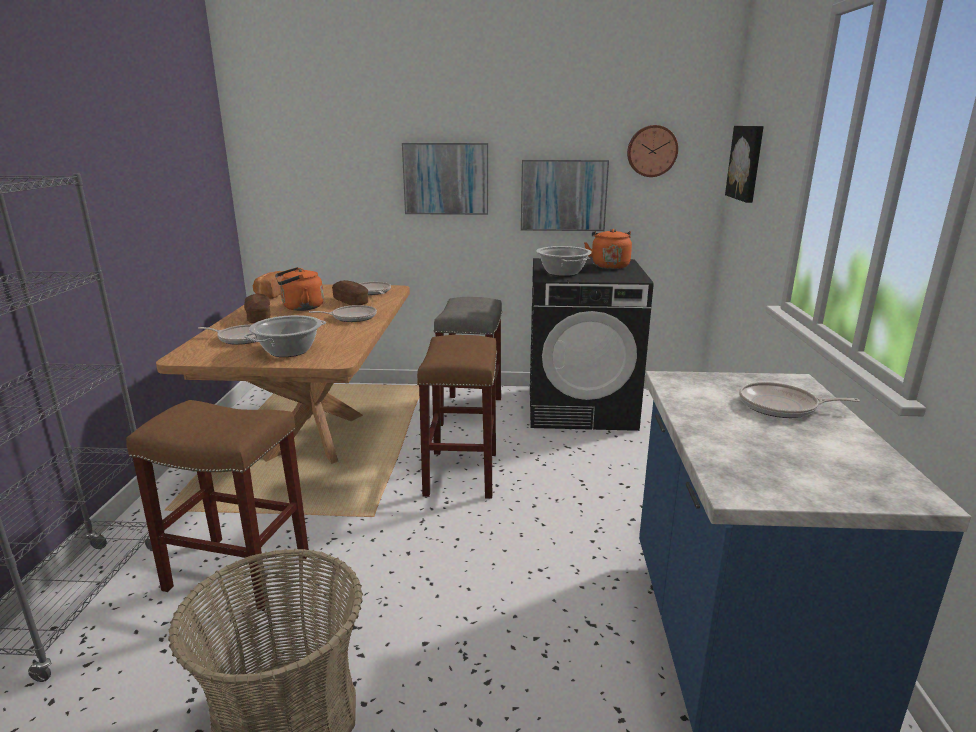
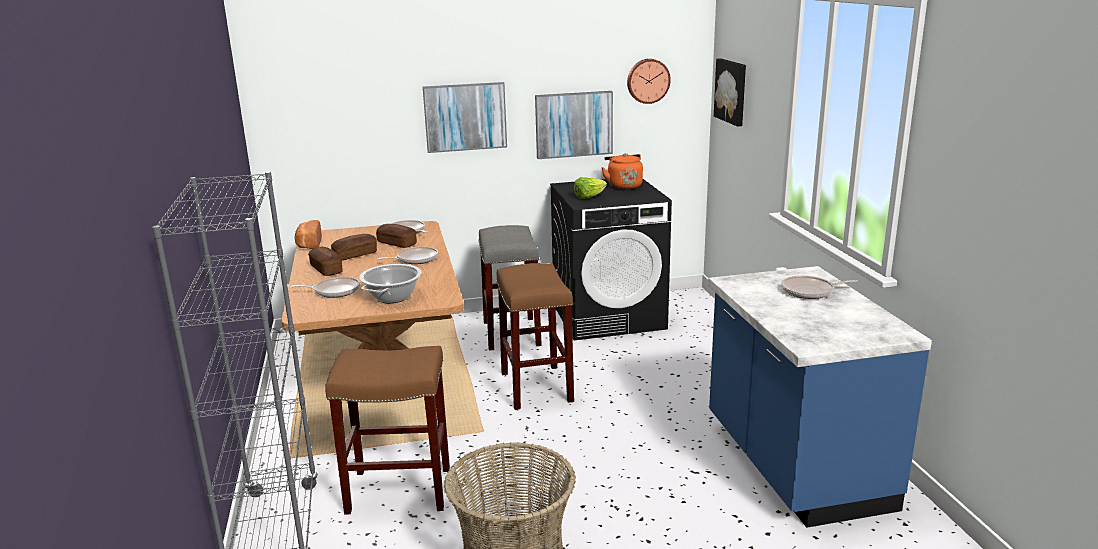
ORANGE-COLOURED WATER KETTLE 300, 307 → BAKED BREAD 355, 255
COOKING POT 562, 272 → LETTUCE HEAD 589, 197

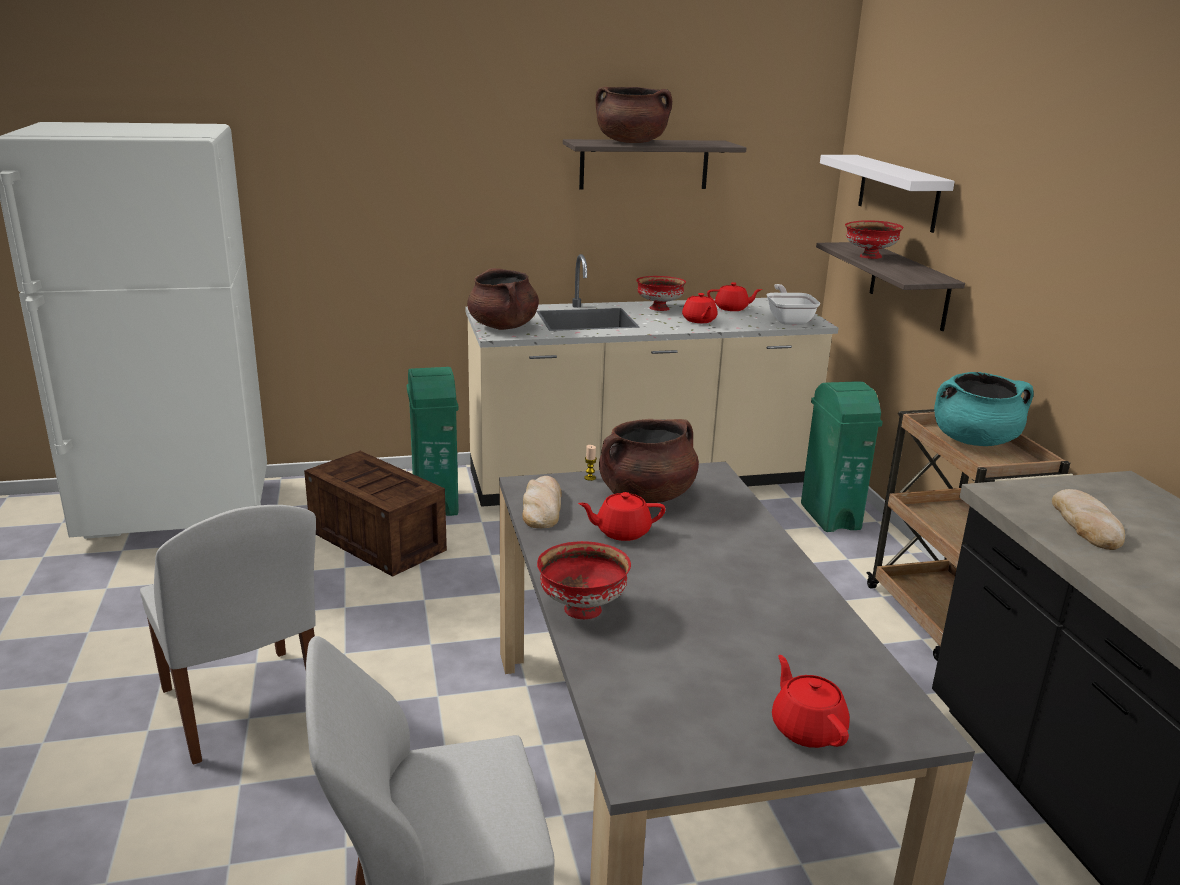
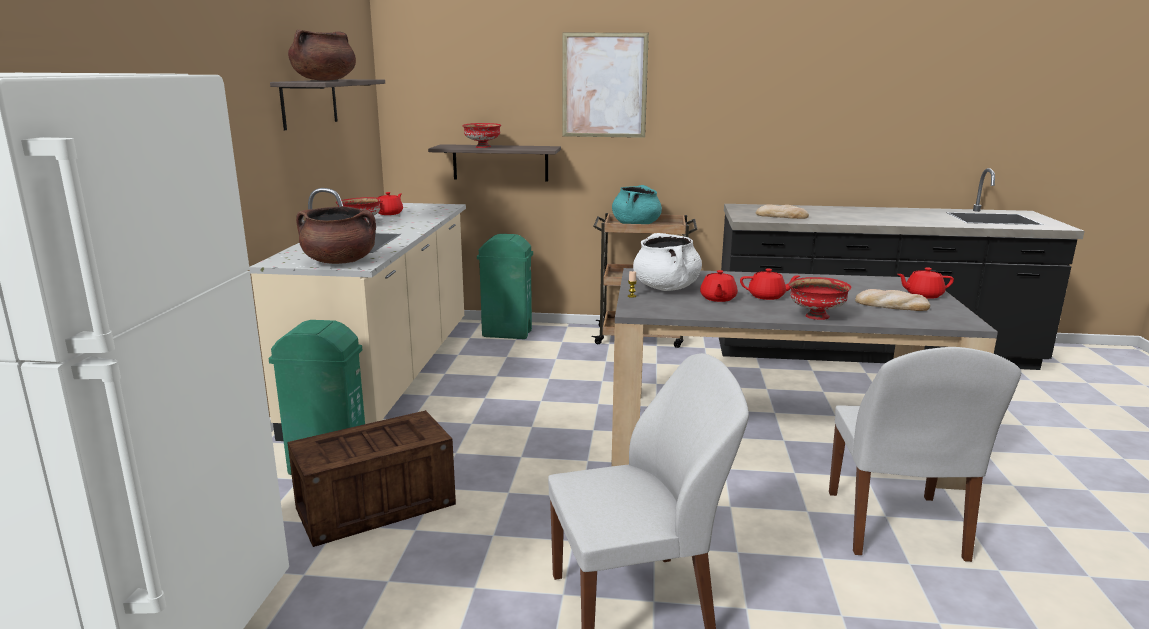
- → PICTURE 604, 85
BROWN COOKING POT 646, 495 → WHITE-COLOURED COOKING POT 666, 288
REDDISH TEAPOT 699, 320 → REDDISH TEAPOT 767, 296, shifted
BAKED BREAD 541, 507 → BAKED BREAD 891, 305, shifted
SKILLET 789, 320 → -
WHITE-COLOURED BRACKET SHELF 898, 192 → -

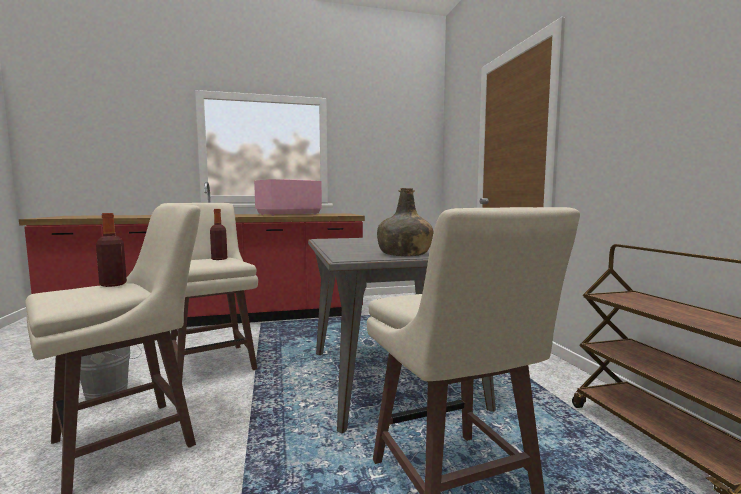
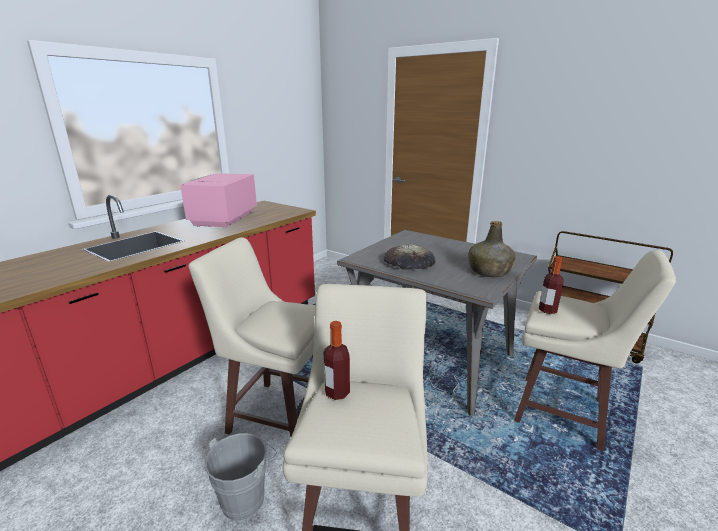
- → BAKED BREAD 409, 262
DRINK BOTTLE 219, 259 → DRINK BOTTLE 547, 310, shifted

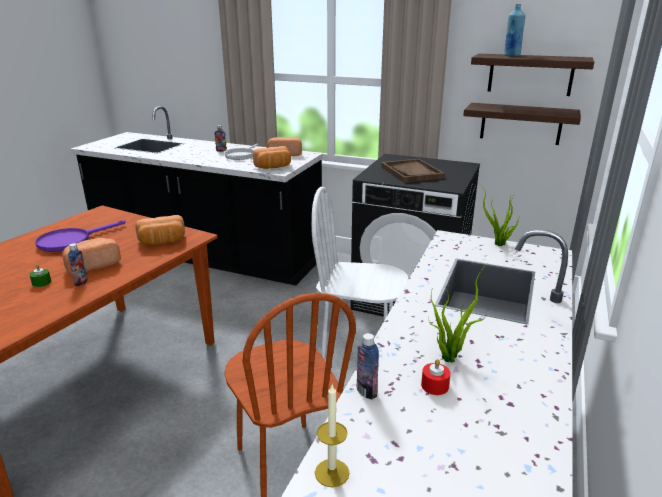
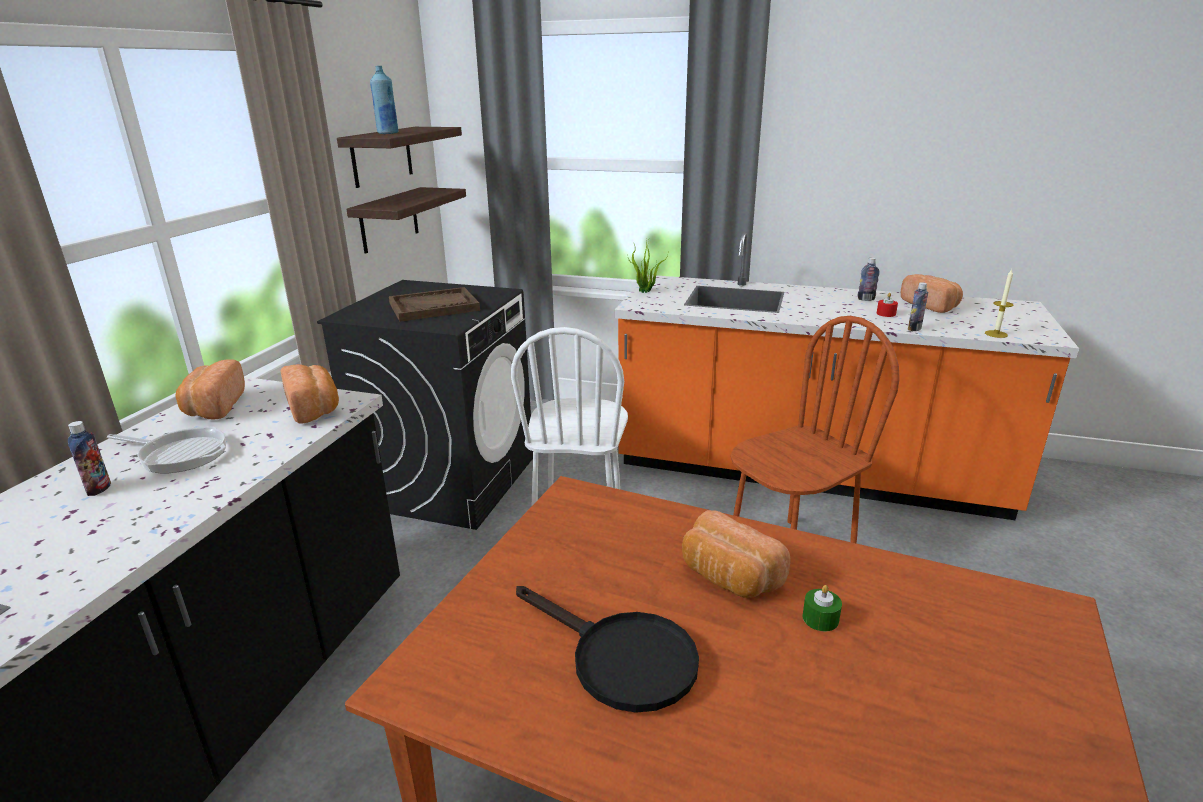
PURPLE SKILLET 71, 241 → BLACK-COLOURED SKILLET 620, 658
DRINK BOTTLE 81, 282 → DRINK BOTTLE 866, 299, shifted
BAKED BREAD 162, 242 → BAKED BREAD 931, 306, shifted
PLANT IN A POT 448, 356 → -

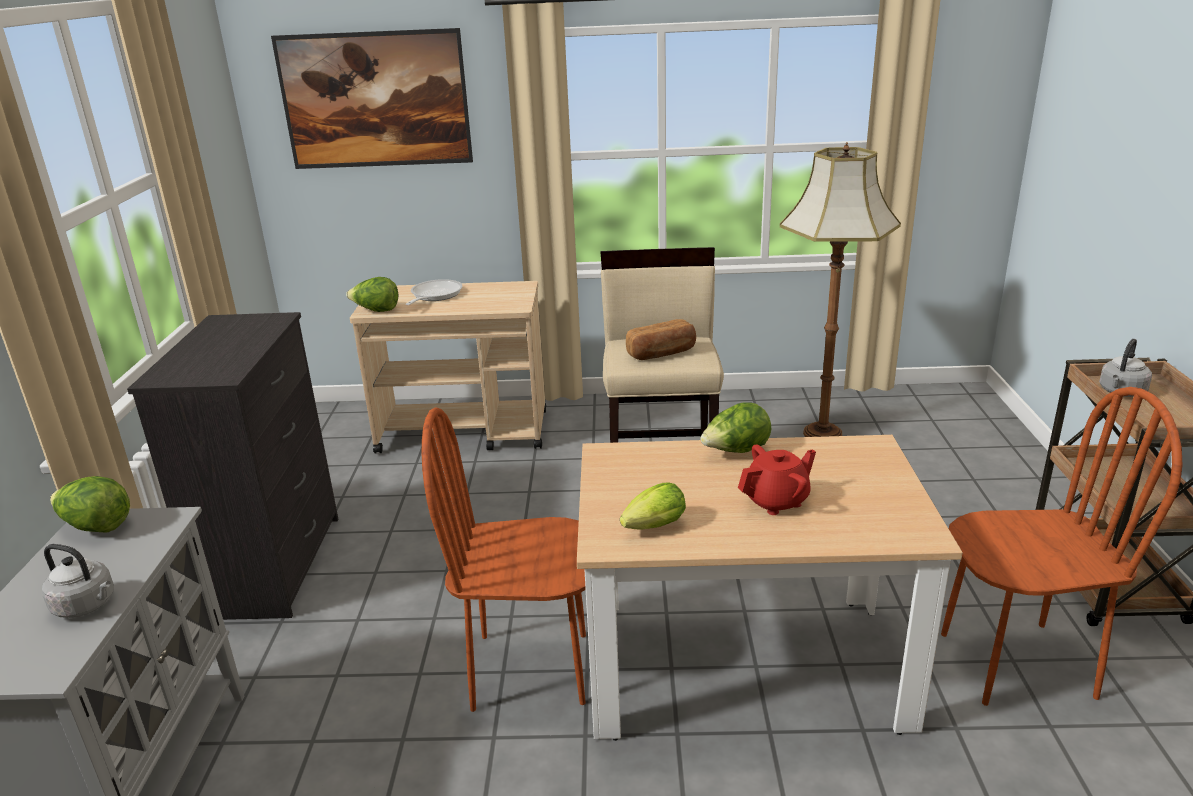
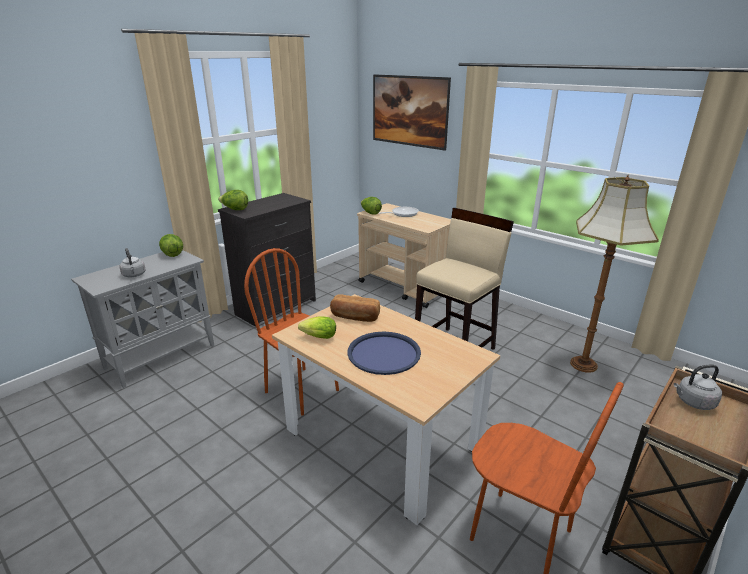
LETTUCE HEAD 736, 452 → LETTUCE HEAD 235, 209, shifted
BAKED BREAD 662, 353 → BAKED BREAD 355, 317, shifted
REDDISH TEAPOT 776, 501 → BLUISH SERVING TRAY 384, 353

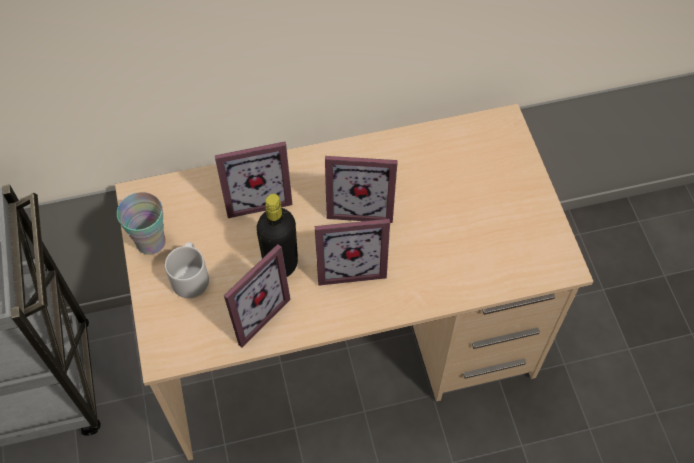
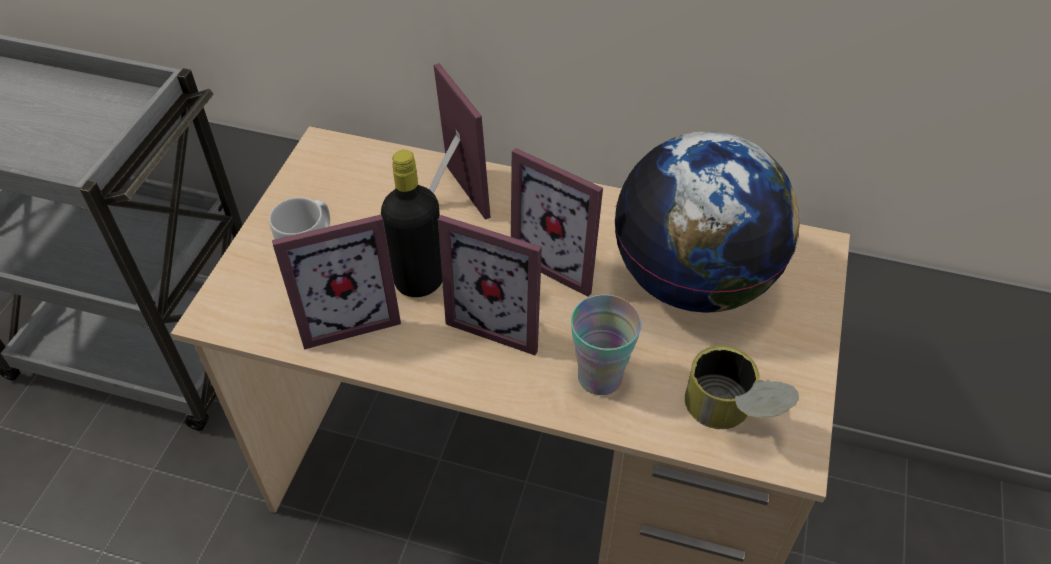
STANDING FRAME 256, 196 → STANDING FRAME 448, 199, 135 degrees counterclockwise
DRINKING CUP 151, 242 → DRINKING CUP 600, 377, shifted
- → DESK GLOBE 694, 281
- → SEALED CAN 731, 415

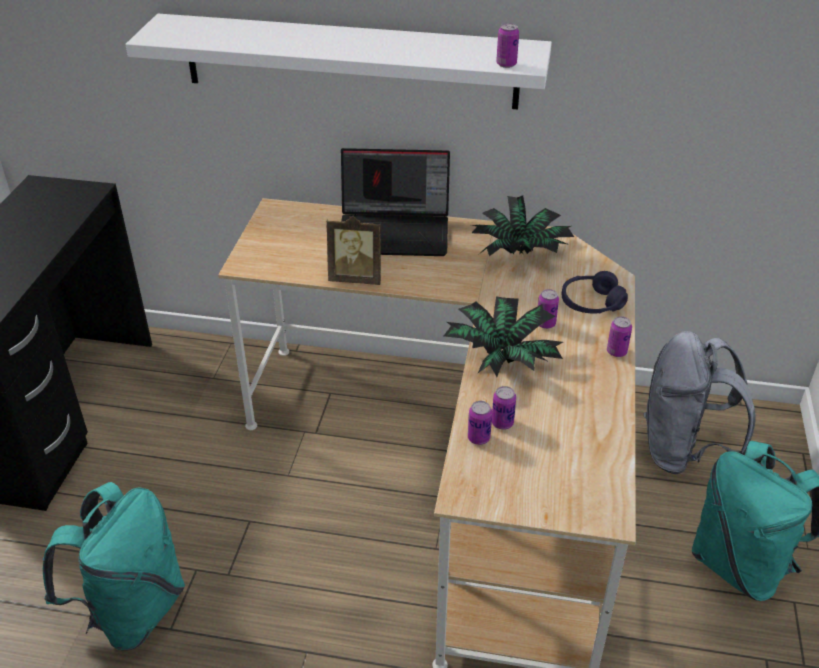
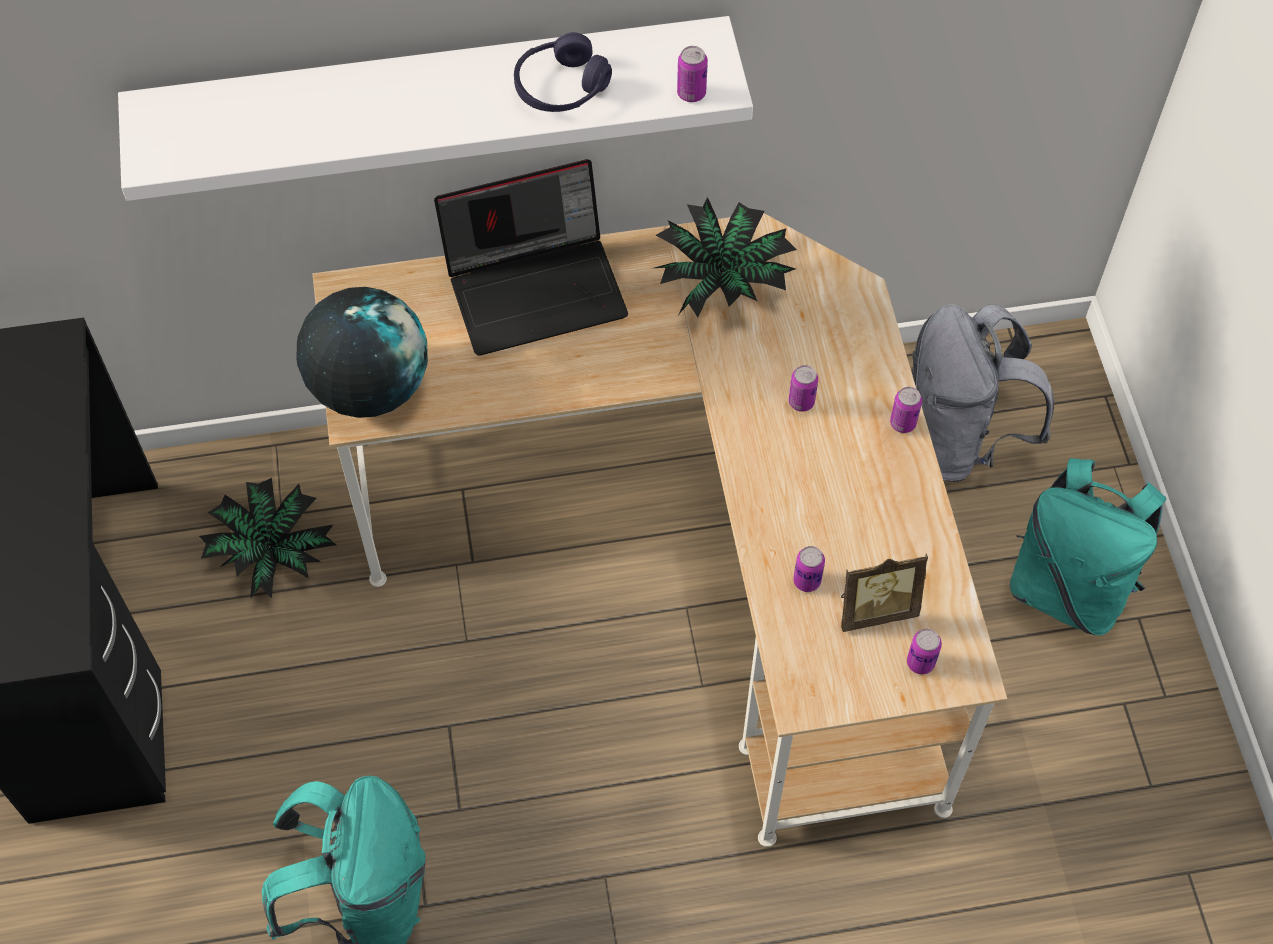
PLANT IN A POT 501, 357 → PLANT IN A POT 271, 551, shifted
- → DESK GLOBE 370, 387
PURPLE HEADSET 591, 303 → PURPLE HEADSET 561, 87, shifted
STANDING FRAME 356, 278 → STANDING FRAME 874, 609, shifted
SEALED CAN 478, 438 → SEALED CAN 920, 662, shifted

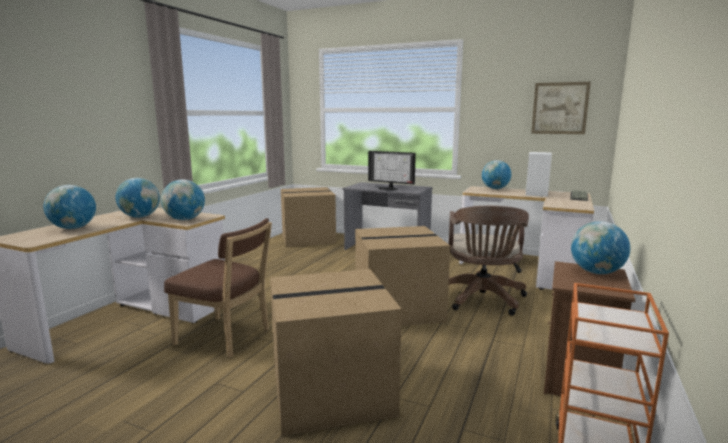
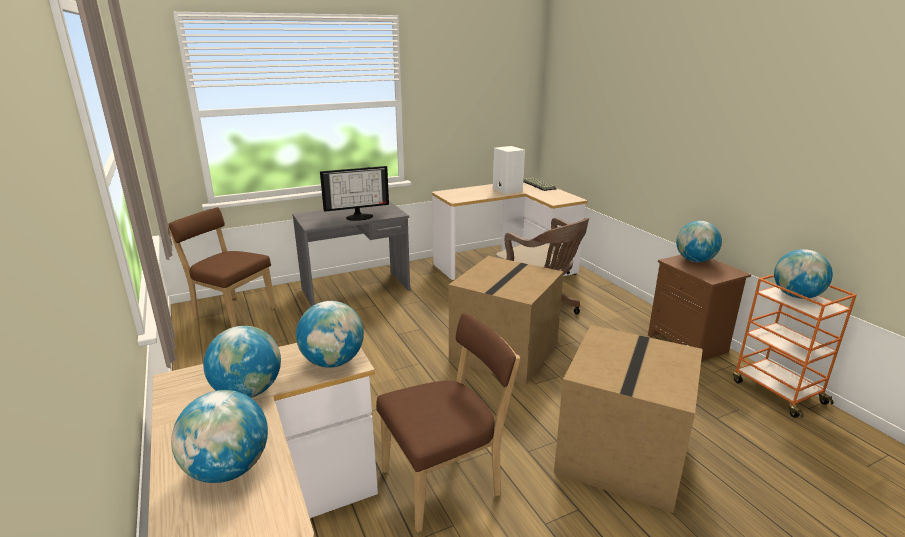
CARDBOARD BOX 309, 238 → BROWN CHAIR 232, 312
DESK GLOBE 495, 189 → DESK GLOBE 796, 296, shifted
PICTURE 559, 108 → -

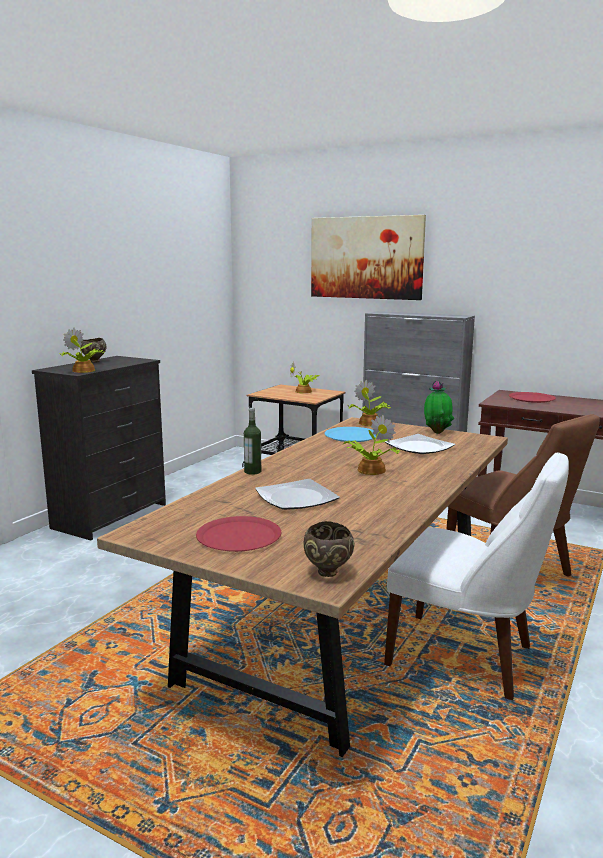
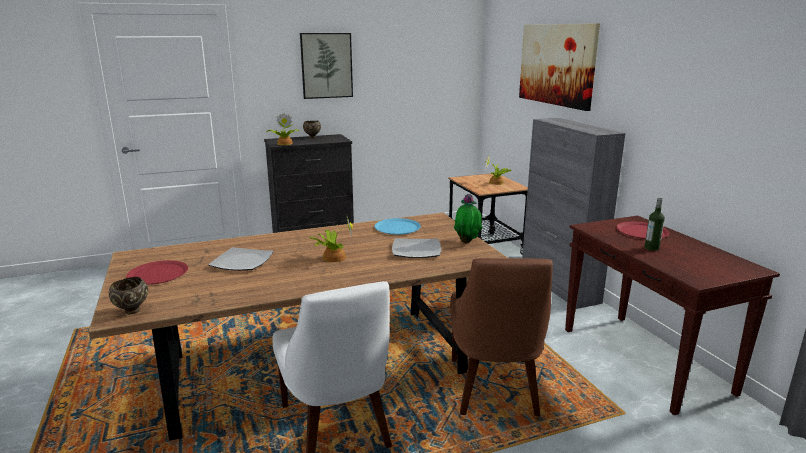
- → PICTURE 326, 65
DRINK BOTTLE 252, 472 → DRINK BOTTLE 651, 248, shifted
PLANT IN A POT 369, 423 → -

